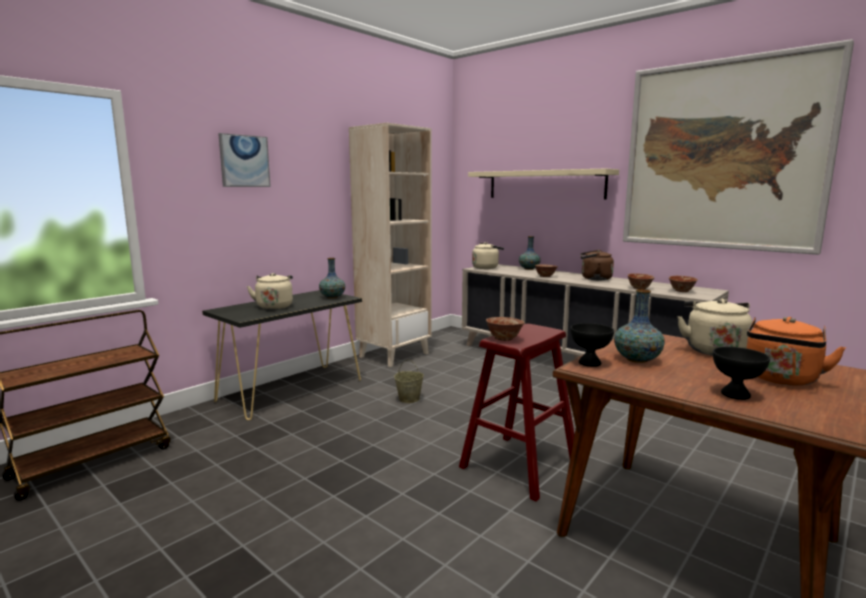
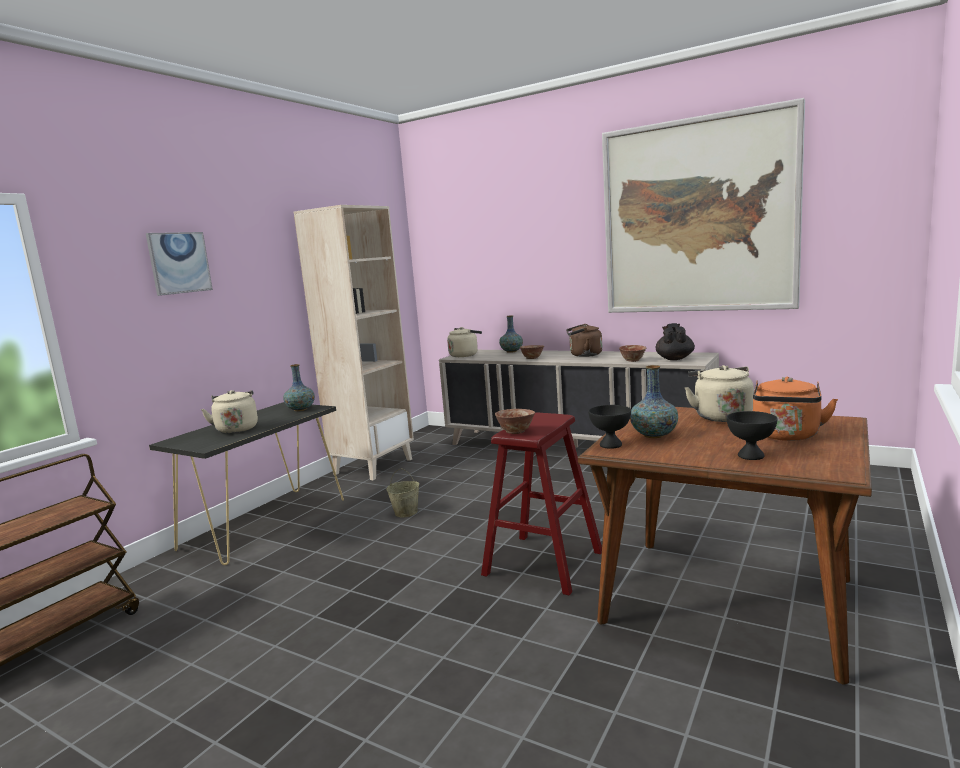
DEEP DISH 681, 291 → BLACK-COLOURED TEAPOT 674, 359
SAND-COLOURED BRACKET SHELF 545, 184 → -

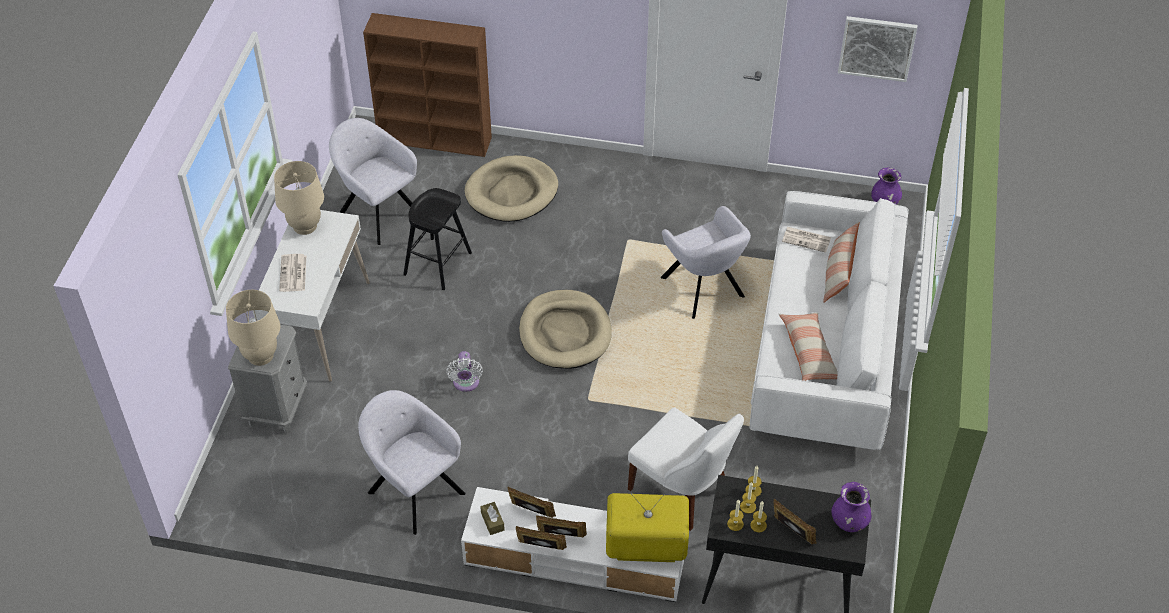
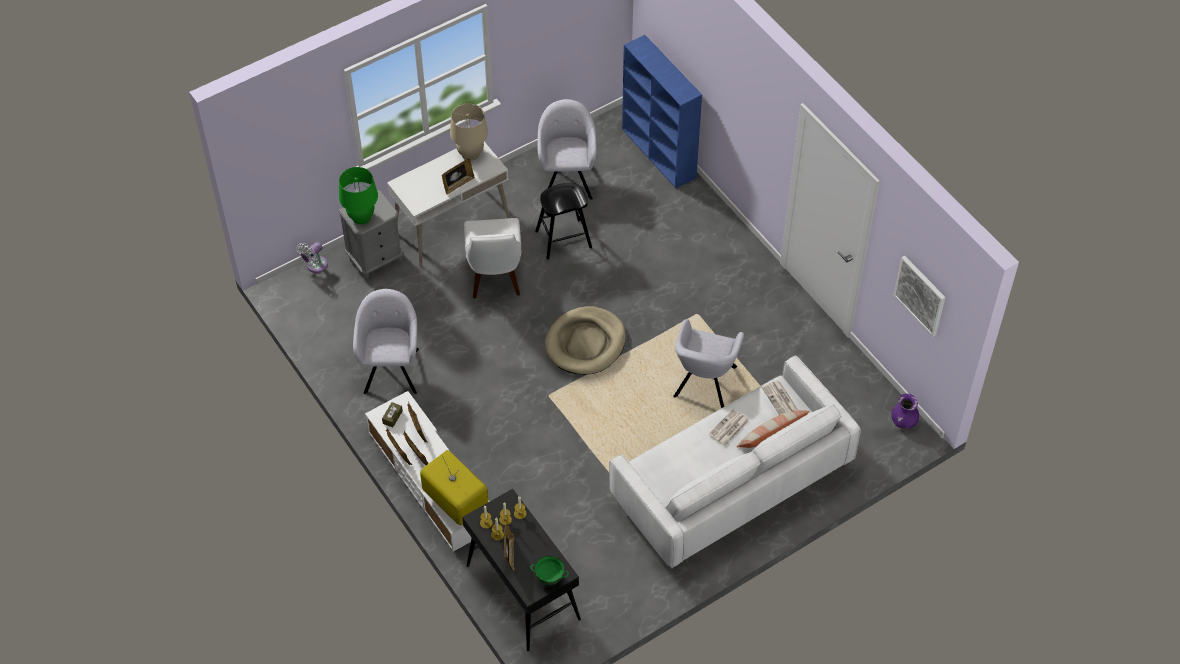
WHITE-COLOURED ELECTRIC FAN 466, 383 → WHITE-COLOURED ELECTRIC FAN 315, 266, shifted
SAND-COLOURED LAMP FOR A TABLE 260, 356 → GREENISH LAMP FOR A TABLE 361, 217
- → STANDING FRAME 458, 184
WHITE-COLOURED CHAIR 682, 492 → WHITE-COLOURED CHAIR 494, 276, shifted
PURPLE DECORATIVE VASE 849, 521 → GREENISH DEEP DISH 549, 577
BROWN BOOKCASE 436, 139 → BLUISH BOOKCASE 659, 153
NEWSPAPER 293, 274 → NEWSPAPER 728, 428, shifted
SAND-COLOURED DOG CUSHION 512, 192 → -
CUSHION 809, 353 → -

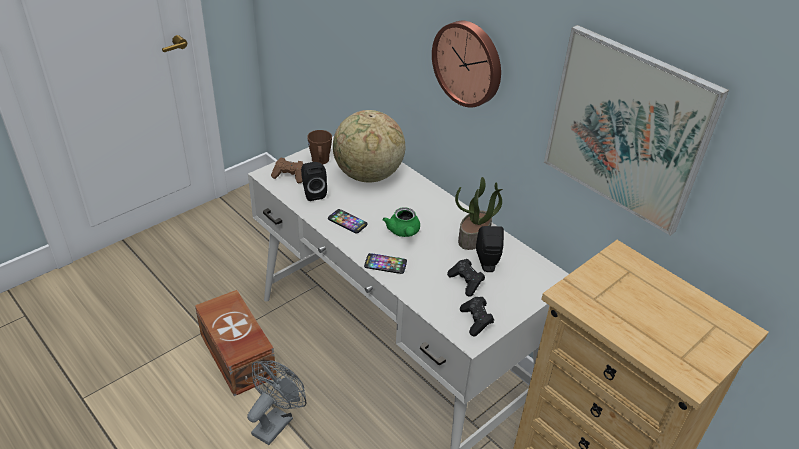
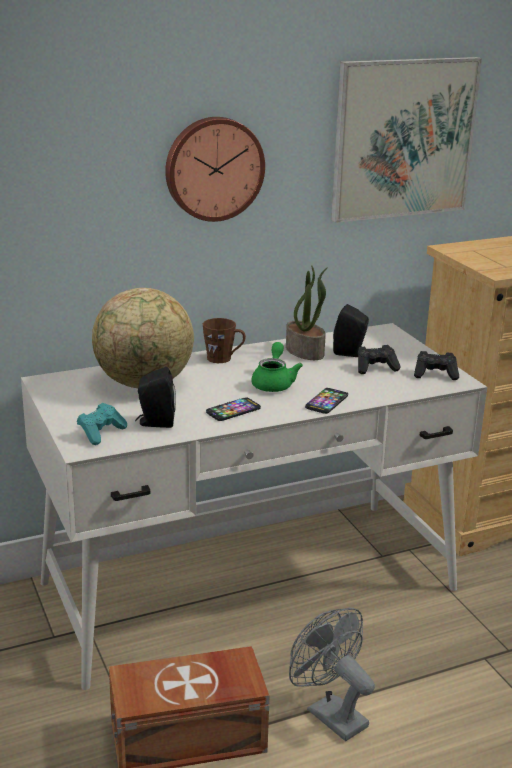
BROWN GAMEPAD 289, 176 → TURQUOISE GAMEPAD 101, 433
BROWN TEA MUG 320, 161 → BROWN TEA MUG 224, 359, shifted
GREENISH TEAPOT 403, 232 → GREENISH TEAPOT 274, 383, 90 degrees counterclockwise

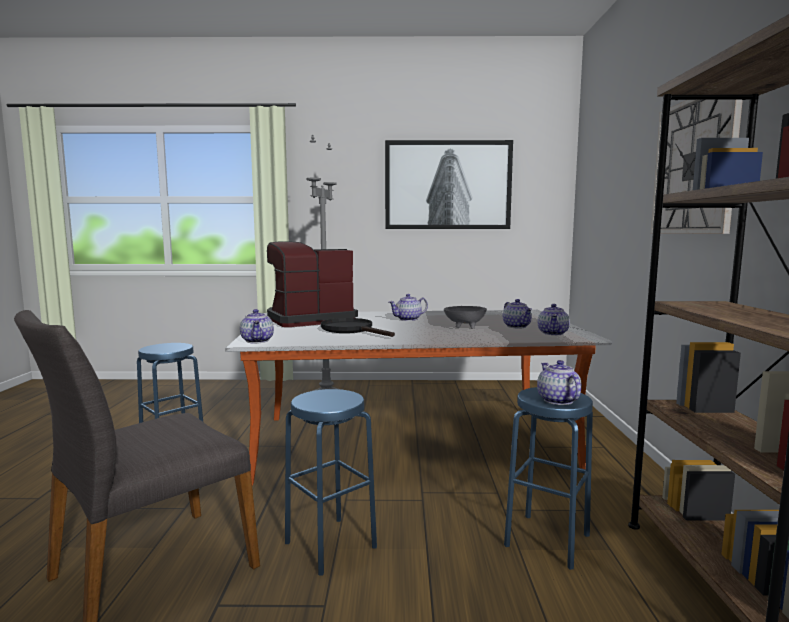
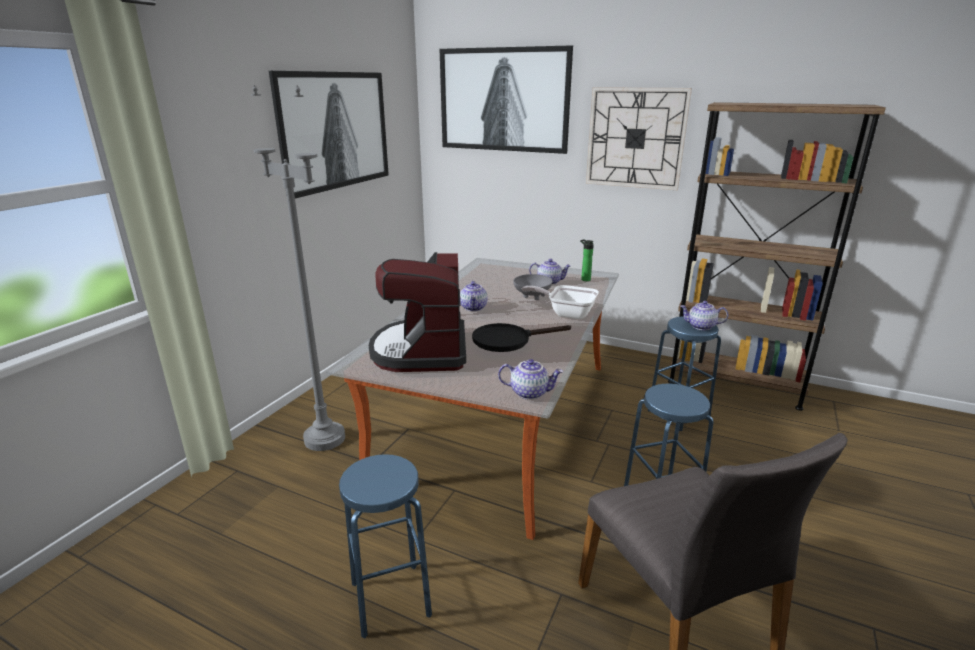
- → PICTURE 503, 100
- → SKILLET 566, 313
TEAPOT 553, 333 → DRINK BOTTLE 584, 279

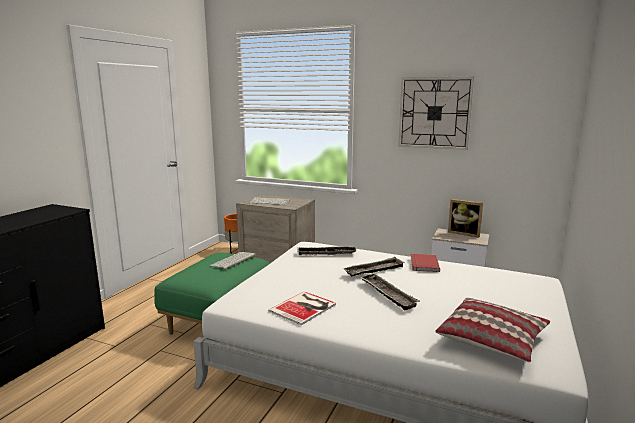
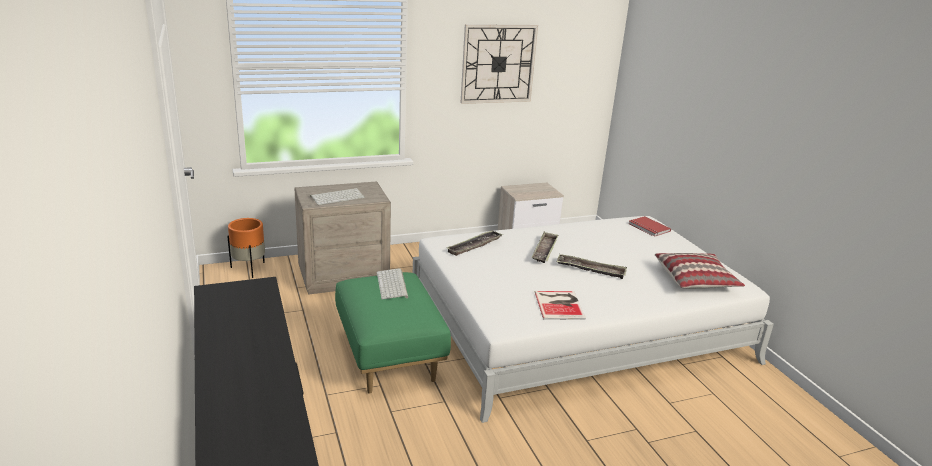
REDDISH VOLUME 423, 264 → REDDISH VOLUME 648, 228, shifted
STANDING FRAME 464, 233 → -

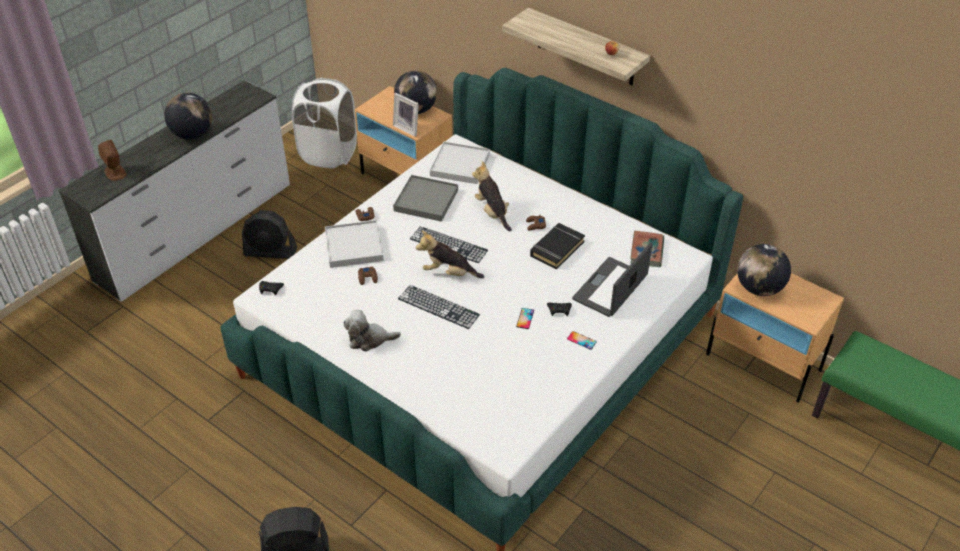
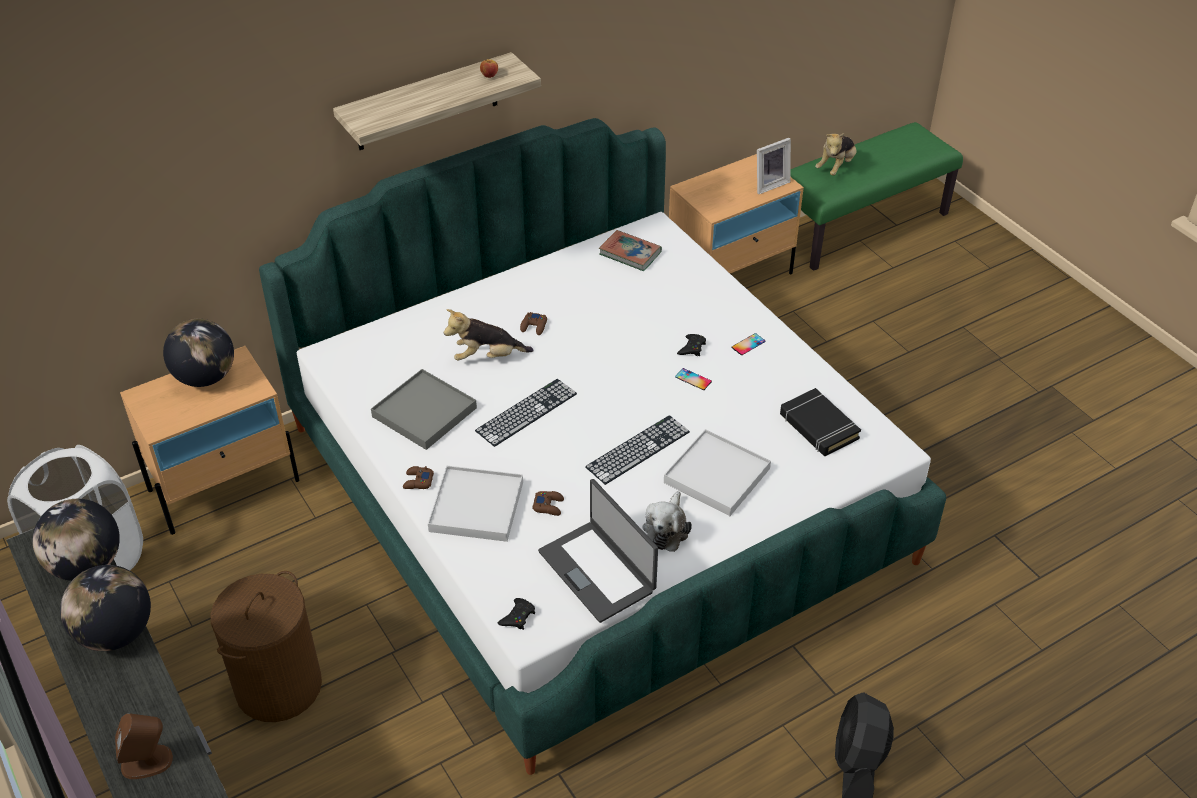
DESK GLOBE 759, 288 → DESK GLOBE 87, 565, shifted
BLACK-COLOURED ELECTRIC FAN 270, 252 → BROWN WASHING BASKET 279, 686
NOTEBOOK COMPUTER 611, 288 → NOTEBOOK COMPUTER 598, 571, shifted
WHITE-COLOURED SERVING TRAY 460, 165 → WHITE-COLOURED SERVING TRAY 716, 475, shifted
STANDING FRAME 408, 128 → STANDING FRAME 769, 184, shifted
BLACK-COLOURED VOLUME 556, 249 → BLACK-COLOURED VOLUME 818, 427, shifted
CUDDLY TOY 449, 273 → CUDDLY TOY 836, 167, shifted

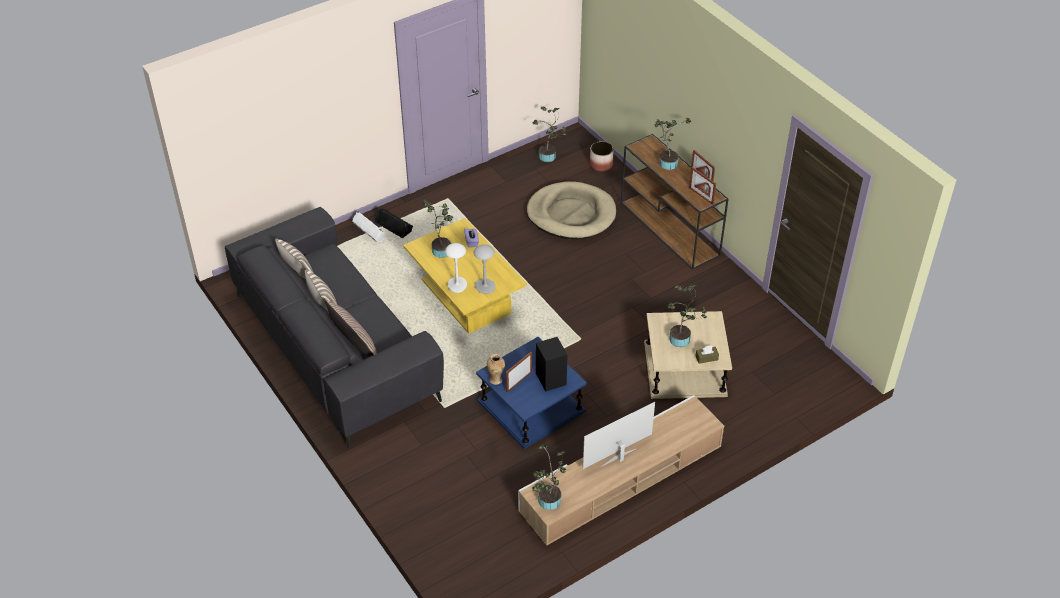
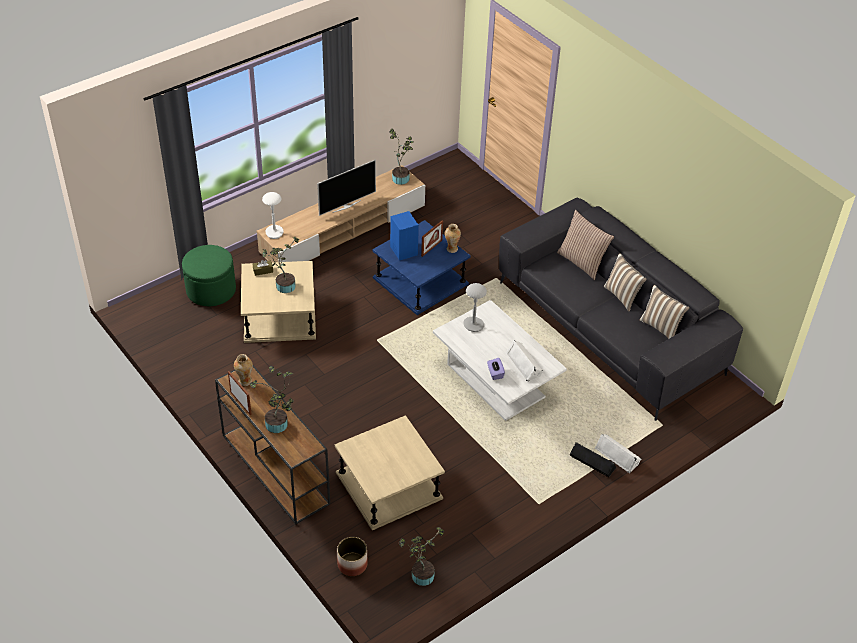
- → GREENISH FOOTREST 211, 290
STANDING FRAME 701, 196 → DECORATIVE VASE 245, 381
WHITE-COLOURED LAMP FOR A TABLE 457, 285 → WHITE-COLOURED LAMP FOR A TABLE 274, 232, shifted
SAND-COLOURED DOG CUSHION 571, 214 → SAND-COLOURED ACCENT TABLE 389, 485
BLACK-COLOURED SPEAKER 551, 379 → BLUISH SPEAKER 403, 250
YELLOW-COLOURED LOUNGE TABLE 465, 296 → WHITE-COLOURED LOUNGE TABLE 495, 381
PLANT IN A POT 442, 249 → WHITE-COLOURED SPEAKER 524, 364

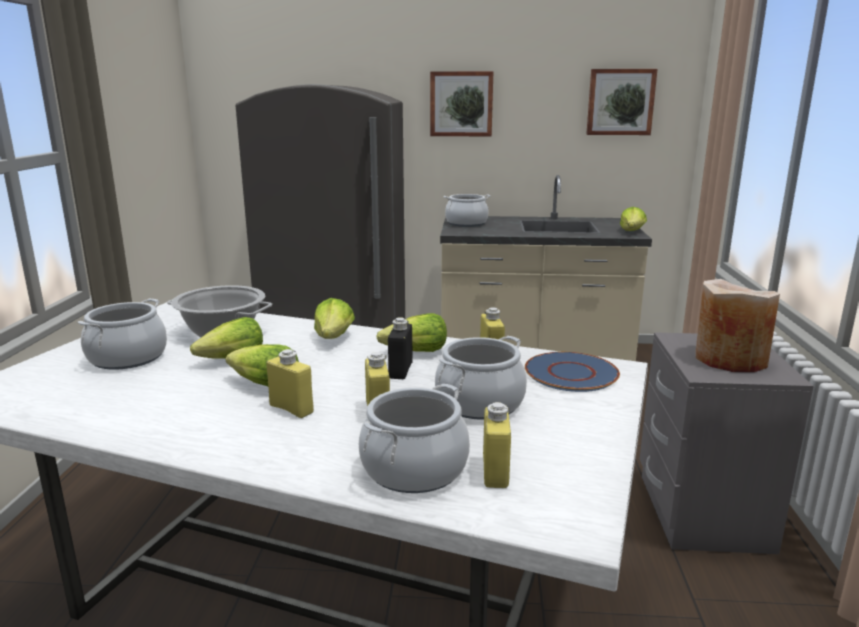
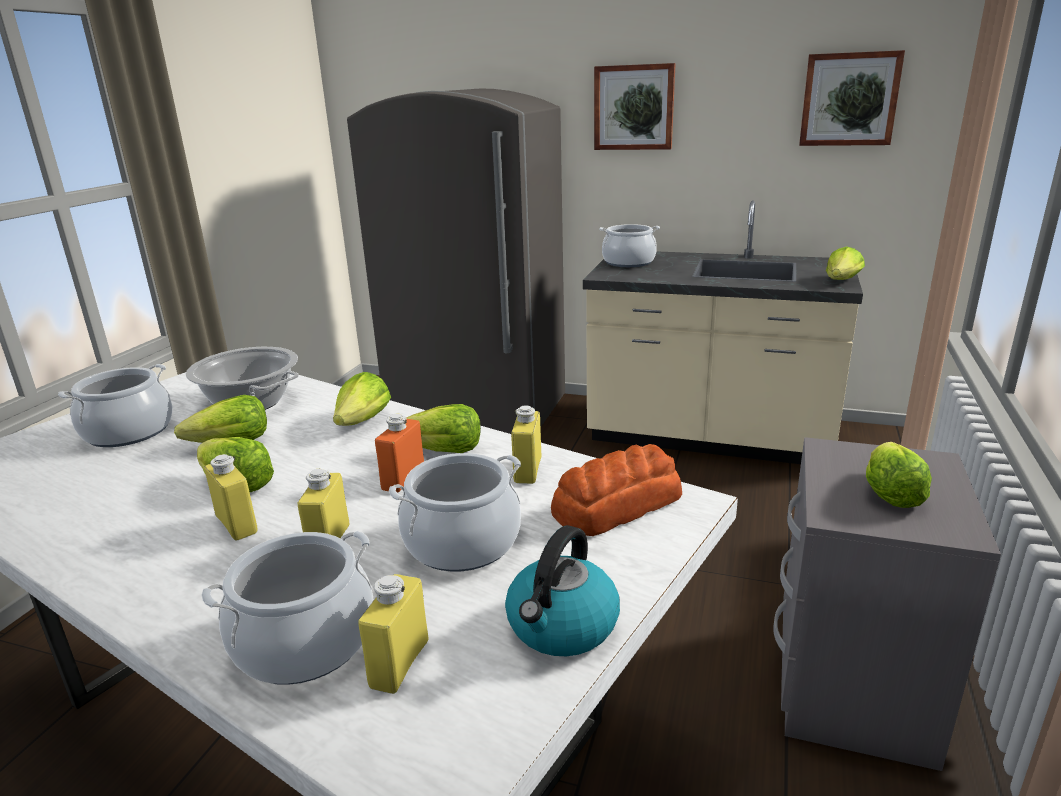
BLACK-COLOURED DRINK BOTTLE 400, 370 → ORANGE-COLOURED DRINK BOTTLE 403, 479
- → WATER KETTLE 562, 626
BLUISH FLAT DISH 570, 373 → BAKED BREAD 615, 505
SAND-COLOURED DECORATIVE VASE 729, 359 → LETTUCE HEAD 890, 493

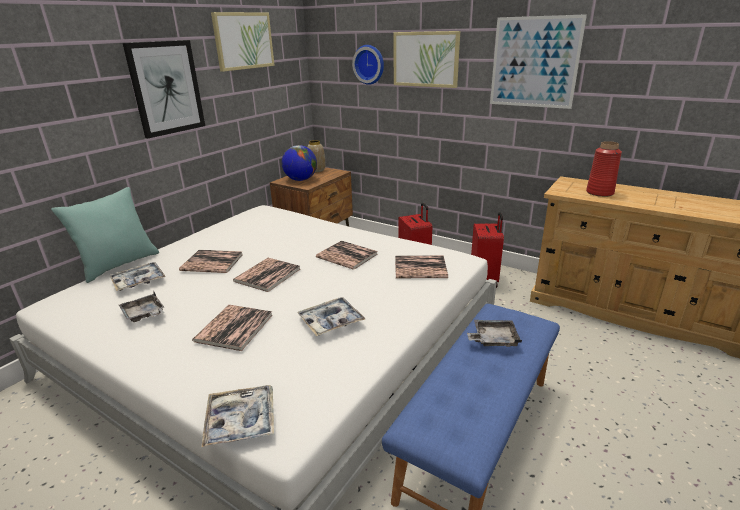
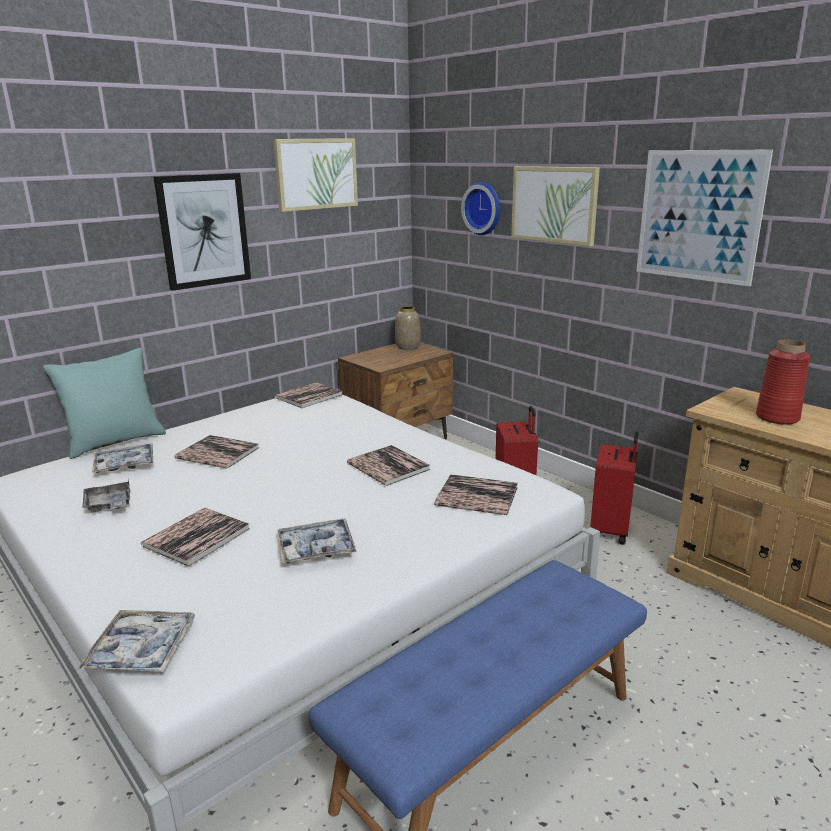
VOLUME 267, 275 → VOLUME 309, 396, shifted
DESK GLOBE 301, 180 → -
GREY SERVING TRAY 493, 339 → -

